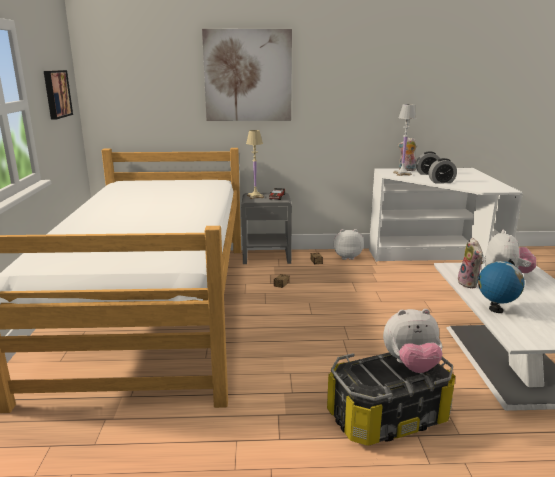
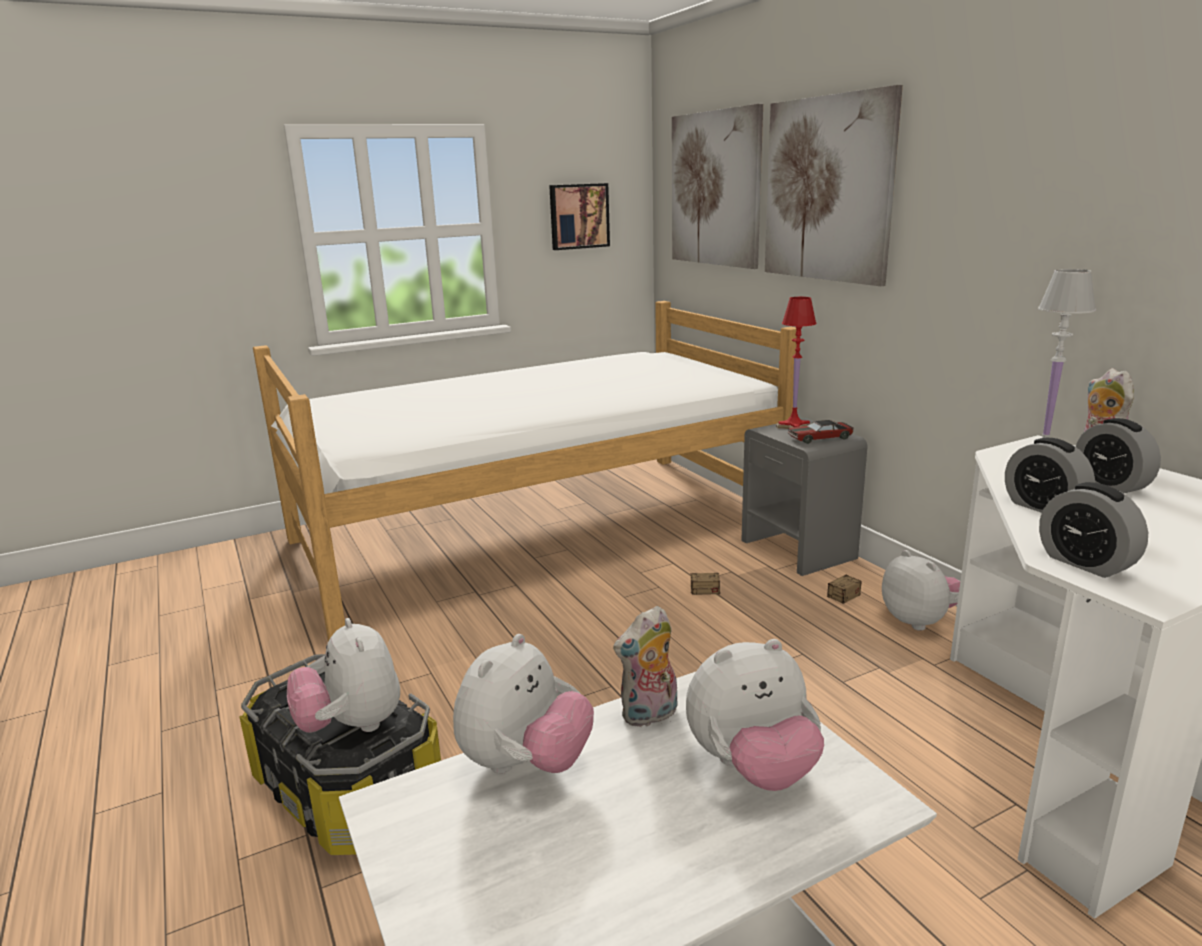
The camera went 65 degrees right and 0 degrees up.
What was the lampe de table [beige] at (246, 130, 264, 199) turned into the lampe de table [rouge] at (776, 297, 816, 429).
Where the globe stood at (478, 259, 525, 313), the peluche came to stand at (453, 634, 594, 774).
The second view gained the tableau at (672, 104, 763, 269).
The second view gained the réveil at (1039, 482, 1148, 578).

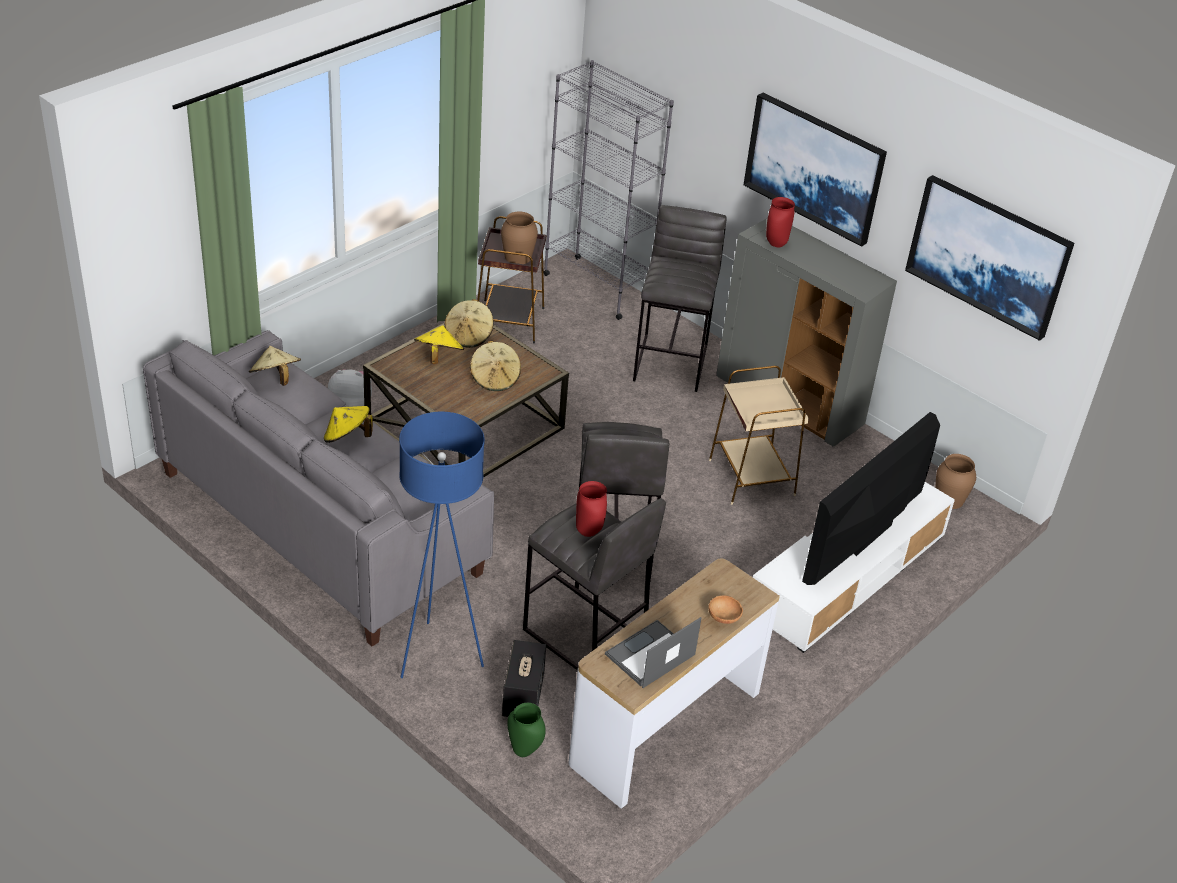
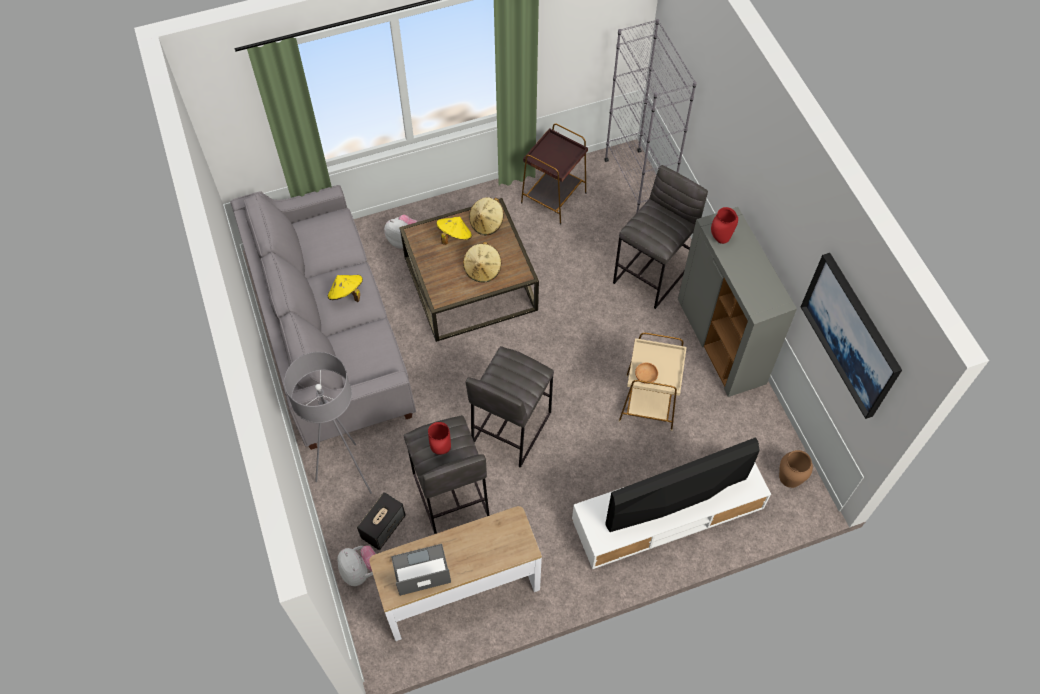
The camera went 30 degrees right and 20 degrees up.
The second view lost the tableau at (744, 93, 887, 247).
The second view lost the vase [marron] at (501, 212, 538, 264).
The second view lost the chapeau [beige] at (249, 346, 301, 386).
What was the lampadaire [bleu] at (399, 412, 485, 678) turned into the lampadaire [gris] at (284, 352, 372, 494).
The bol [marron] ended up elsewhere, having gone from (708, 595, 743, 624) to (635, 363, 658, 384).
Where the vase [vert] stood at (507, 703, 546, 757), the peluche came to stand at (337, 545, 376, 586).

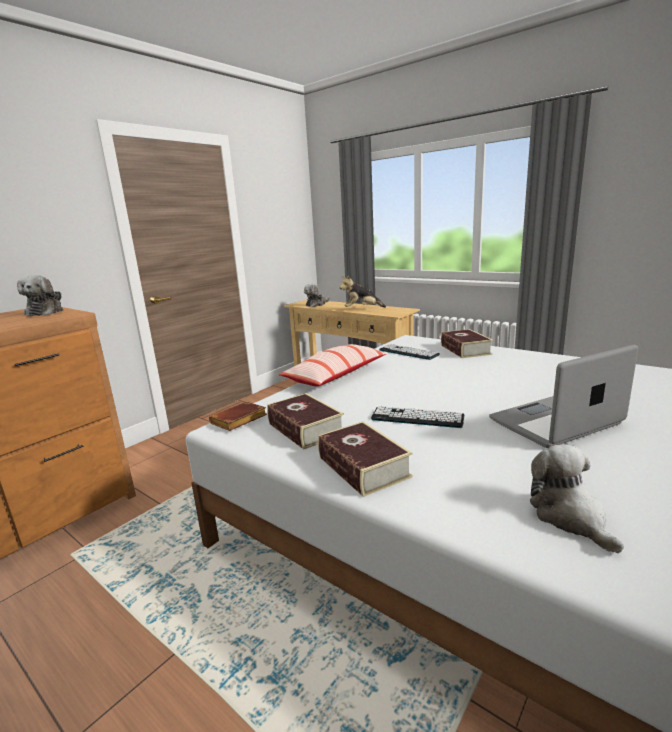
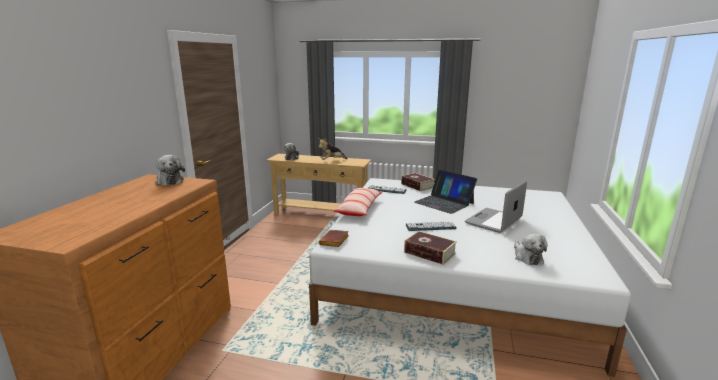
The camera went 25 degrees left and 0 degrees up.
The second view lost the livre at (267, 393, 344, 449).
The peluche at (530, 444, 624, 554) ended up facing another way, 150 degrees counterclockwise from before.
The second view gained the ordinateur portable at (414, 170, 477, 214).

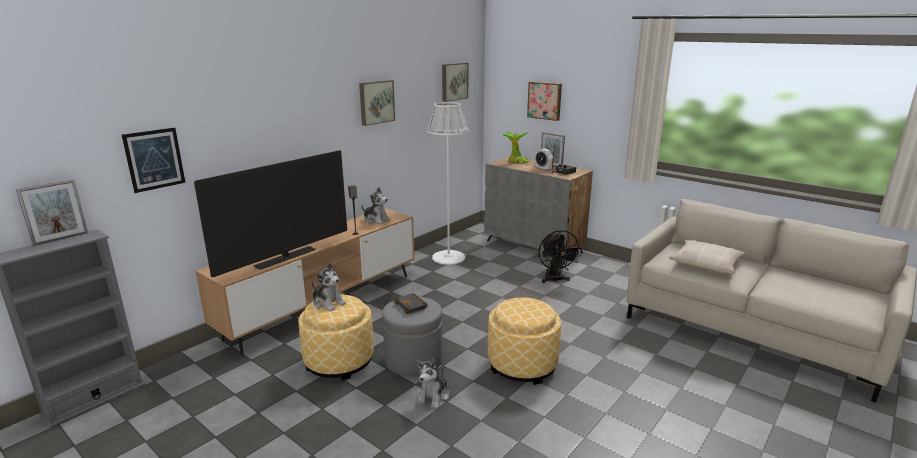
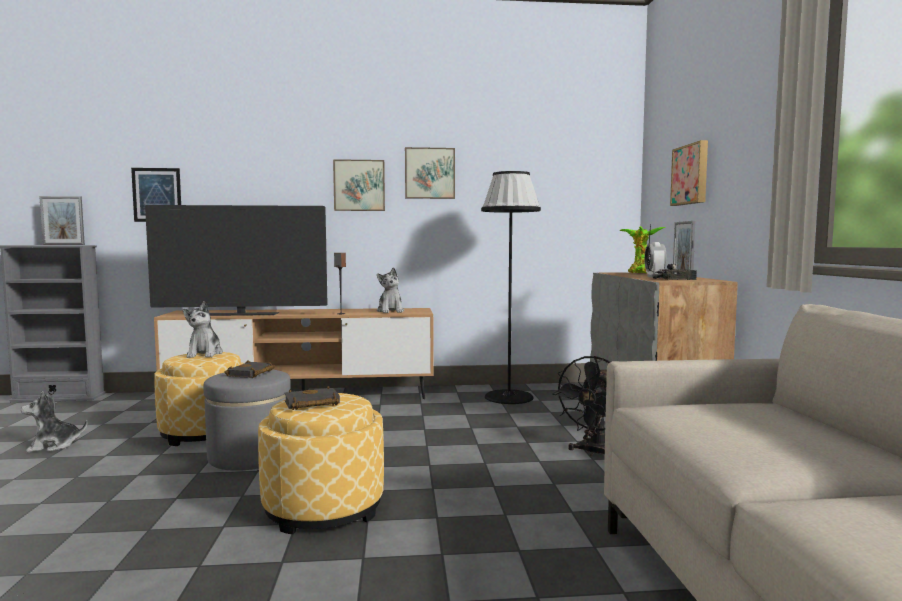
The camera went 45 degrees right and 15 degrees down.
The tableau ended up elsewhere, having gone from (442, 63, 469, 102) to (333, 159, 385, 211).
What was the lampadaire [blanc] at (426, 102, 469, 265) turned into the lampadaire [noir] at (481, 171, 541, 404).
The second view lost the coussin [beige] at (669, 239, 746, 274).
The peluche ended up elsewhere, having gone from (416, 359, 449, 409) to (21, 391, 88, 452).
The second view gained the livre [noir] at (284, 386, 340, 410).

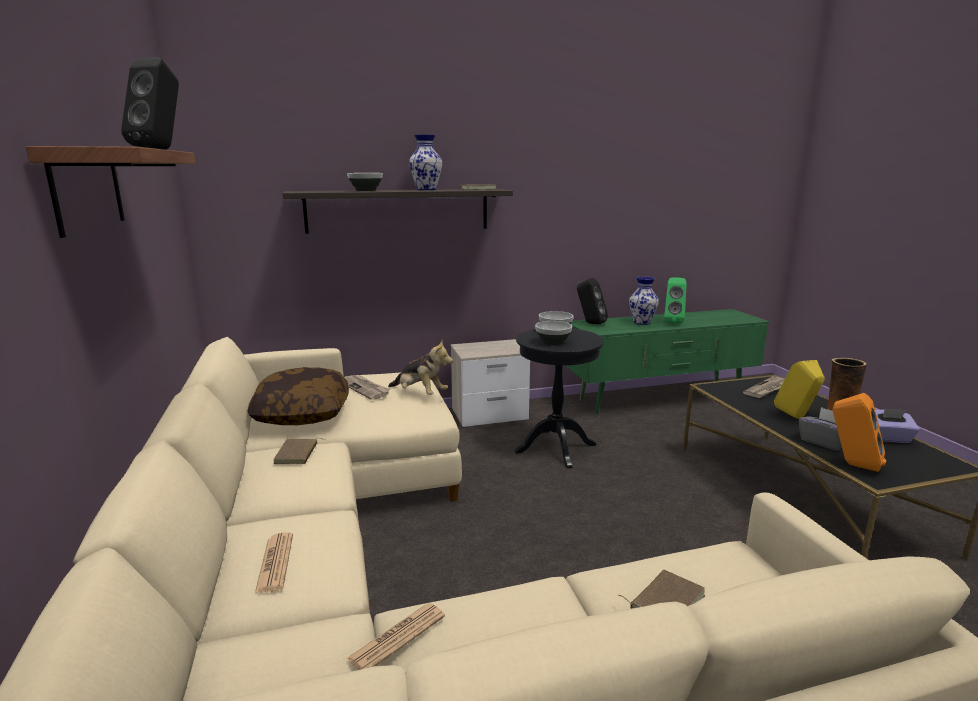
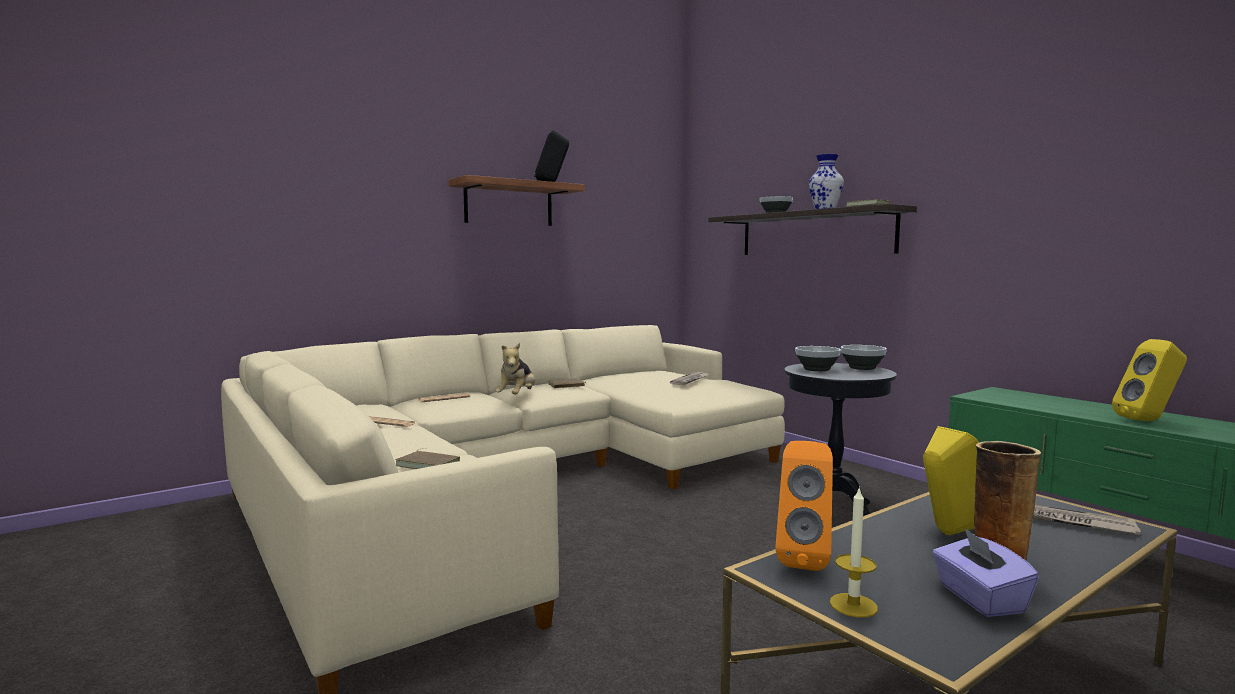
The camera went 70 degrees right and 10 degrees down.
The second view lost the vase at (629, 277, 659, 325).
What was the enceinte [vert] at (664, 277, 687, 324) turned into the enceinte [jaune] at (1112, 339, 1187, 421).
The second view lost the enceinte [noir] at (577, 278, 608, 324).
The second view lost the table de chevet at (450, 339, 530, 427).
The peluche ended up elsewhere, having gone from (388, 341, 453, 395) to (495, 343, 535, 394).
The second view lost the coussin at (248, 367, 349, 425).
The second view lost the boîte à mouchoirs [gris] at (799, 407, 842, 451).
The second view gained the bougie at (830, 486, 878, 618).

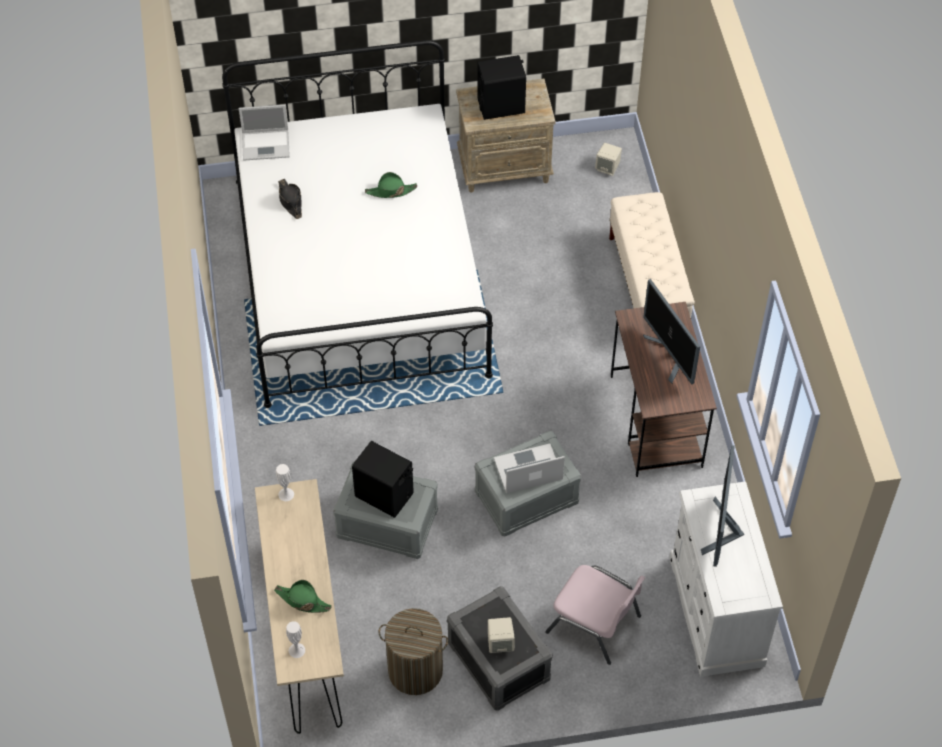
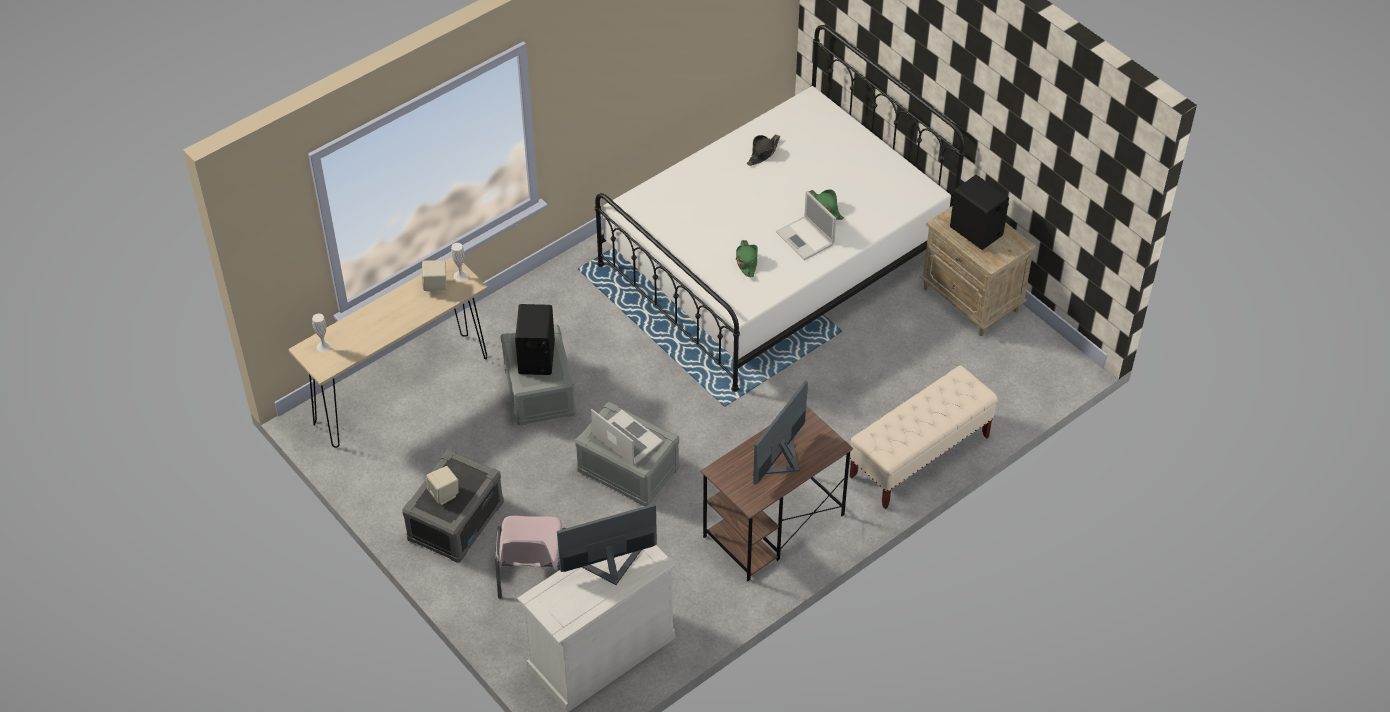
The camera went 60 degrees right and 5 degrees down.
The ordinateur portable ended up elsewhere, having gone from (239, 105, 290, 161) to (776, 191, 836, 260).
The enceinte [beige] ended up elsewhere, having gone from (595, 143, 622, 176) to (422, 261, 446, 294).
The chapeau [vert] ended up elsewhere, having gone from (274, 580, 332, 613) to (736, 240, 758, 277).
The second view lost the panier à linge at (378, 608, 448, 695).

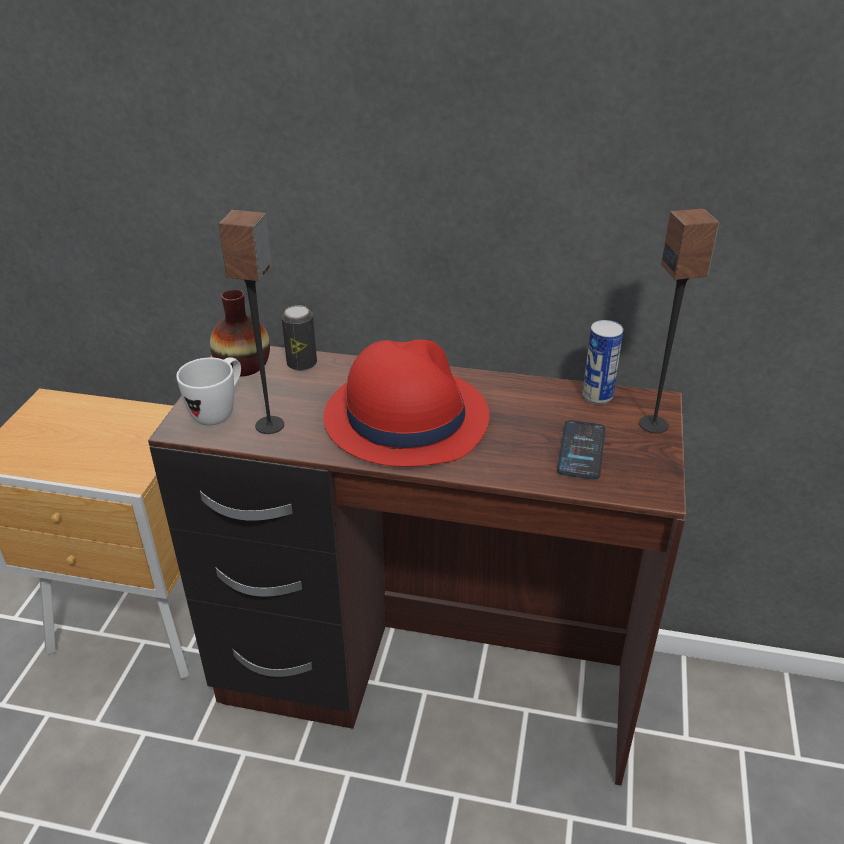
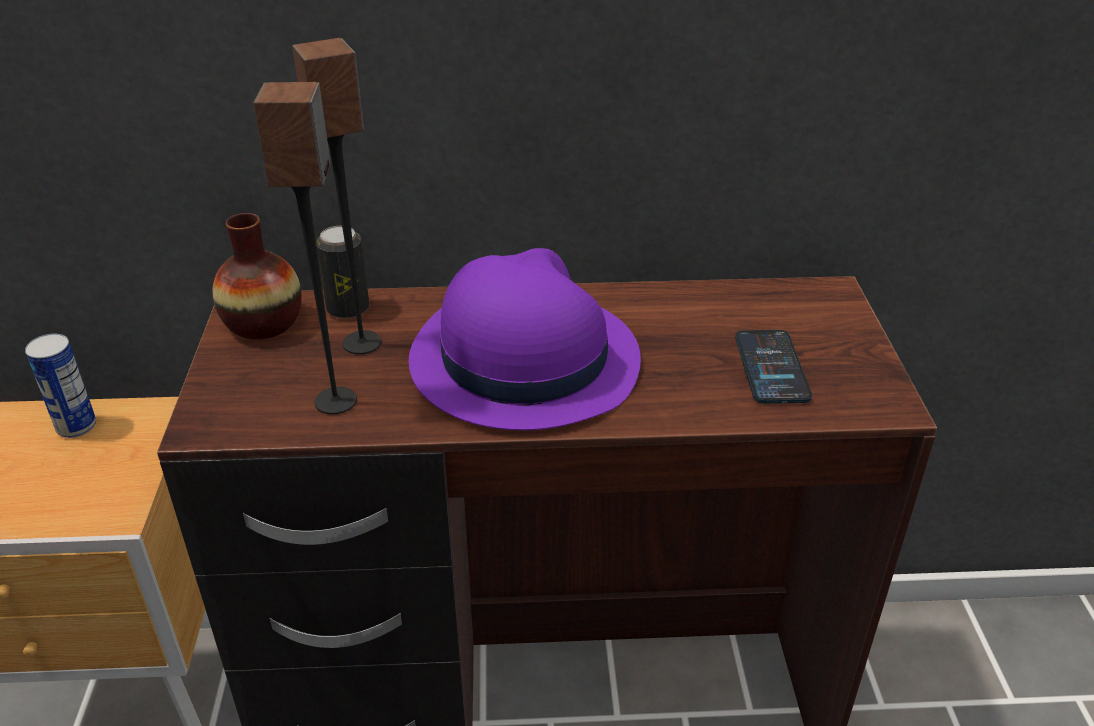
The camera went 15 degrees left and 0 degrees up.
The enceinte ended up elsewhere, having gone from (639, 209, 720, 433) to (292, 38, 382, 354).
The boîte métallique ended up elsewhere, having gone from (582, 320, 623, 405) to (25, 334, 96, 438).
What was the chapeau [rouge] at (324, 340, 489, 467) turned into the chapeau [violet] at (409, 248, 641, 431).
The second view lost the mug [blanc] at (176, 357, 241, 425).

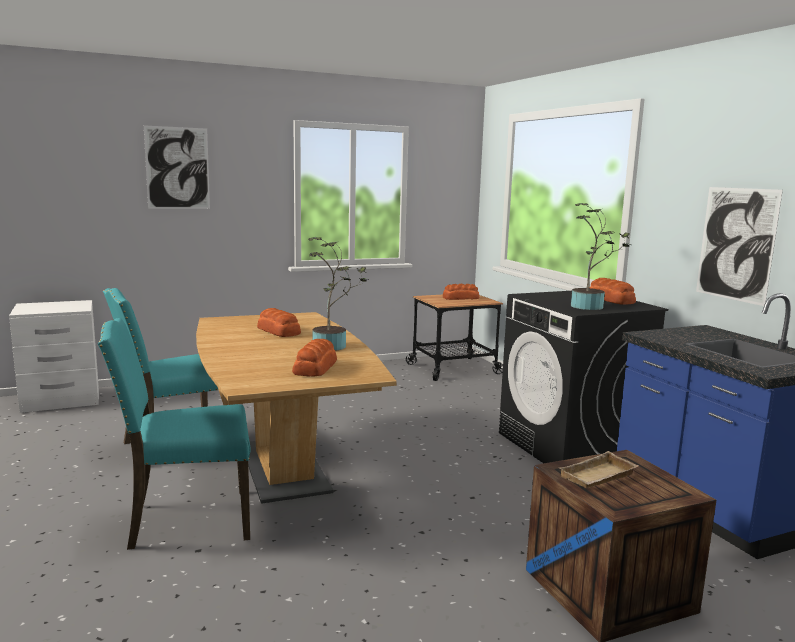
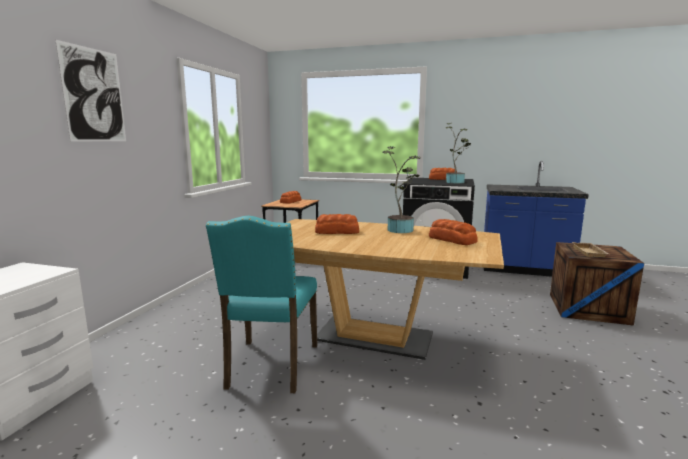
The camera went 50 degrees left and 0 degrees up.
The second view lost the tableau at (696, 187, 783, 306).
The second view lost the chaise [turquoise] at (98, 318, 250, 550).

